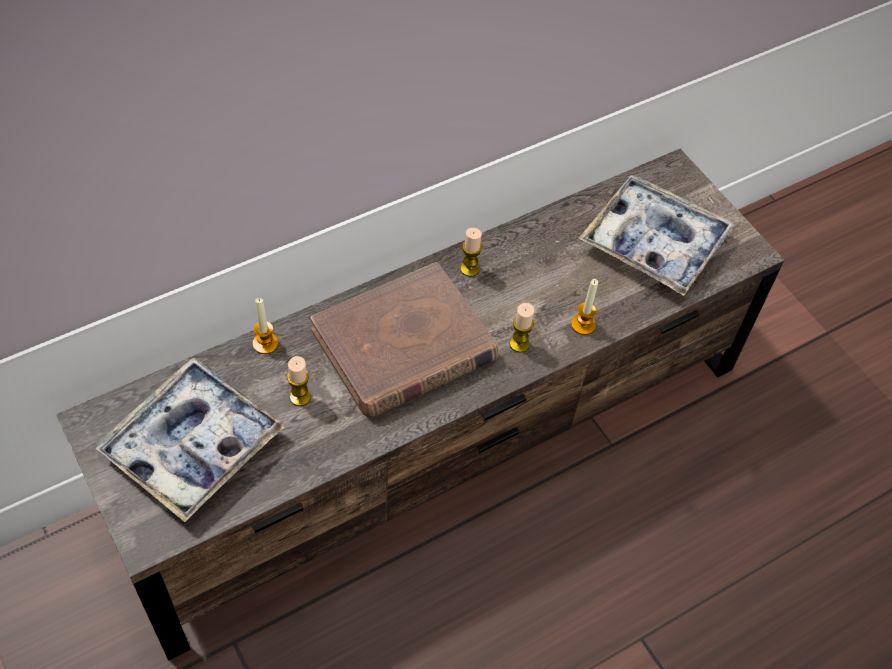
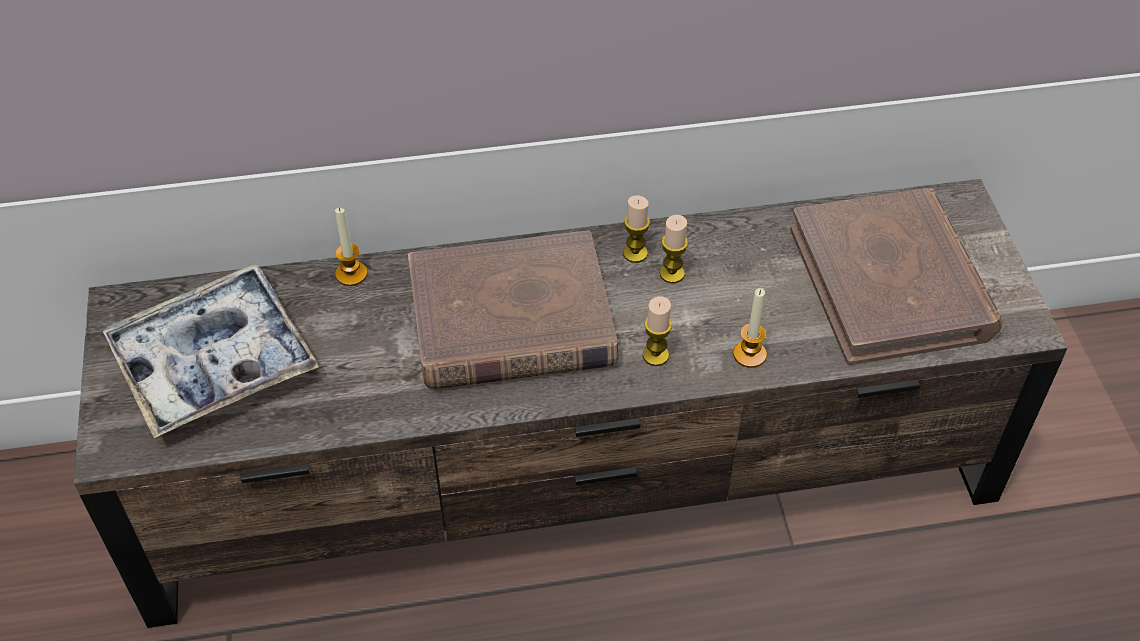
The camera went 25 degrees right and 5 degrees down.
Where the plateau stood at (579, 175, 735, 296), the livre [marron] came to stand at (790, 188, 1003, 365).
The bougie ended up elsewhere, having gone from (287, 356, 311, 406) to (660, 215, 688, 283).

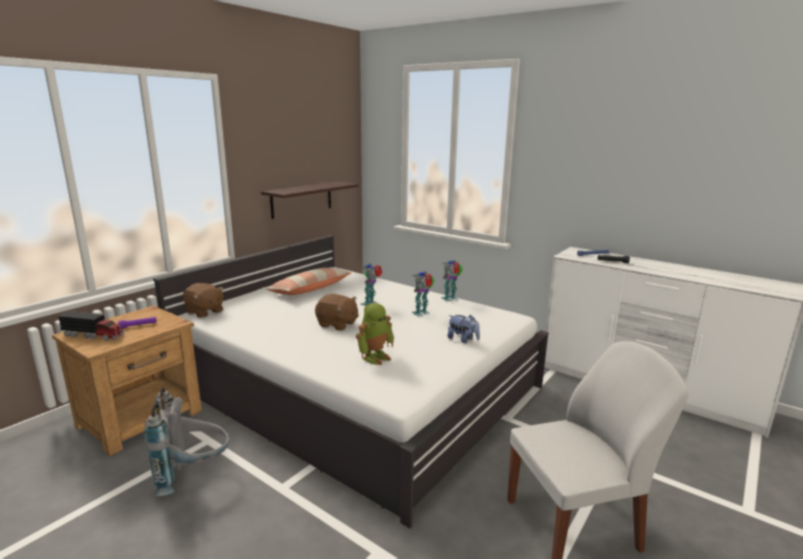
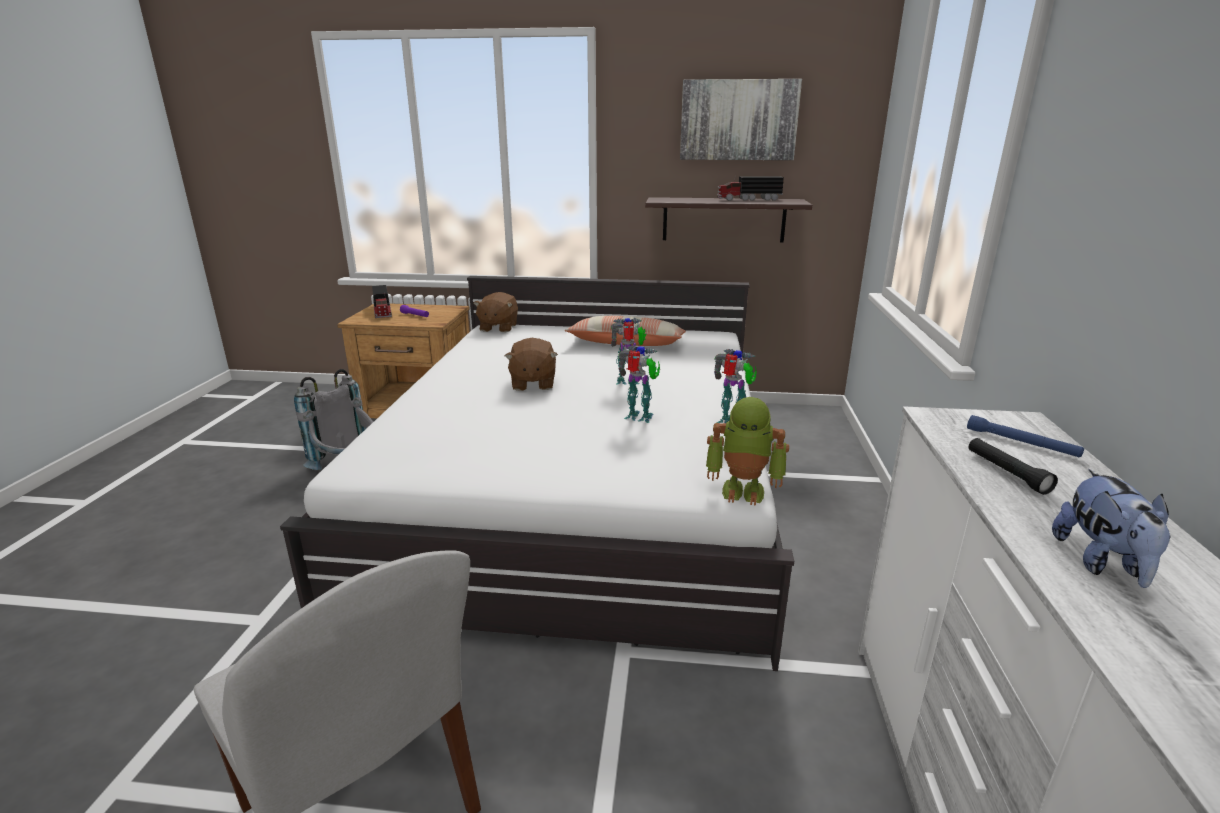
The camera went 60 degrees right and 5 degrees up.
The robot jouet ended up elsewhere, having gone from (356, 303, 394, 365) to (706, 397, 789, 506).
The peluche ended up elsewhere, having gone from (447, 314, 480, 343) to (1052, 469, 1171, 588).
The second view gained the tableau at (680, 79, 802, 160).
The second view gained the camion jouet at (717, 175, 784, 201).

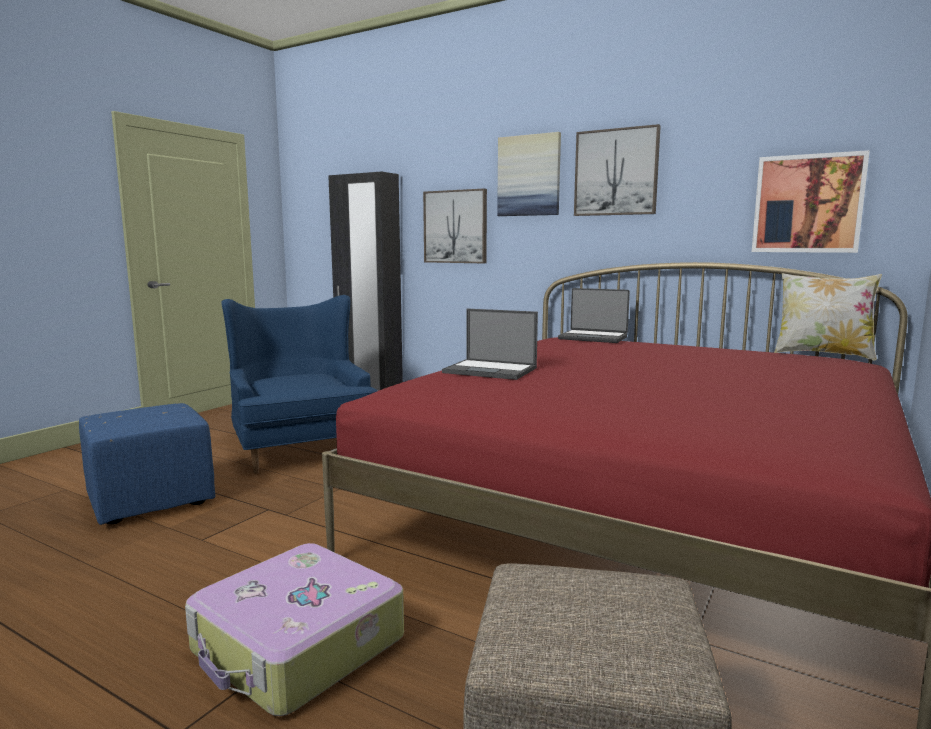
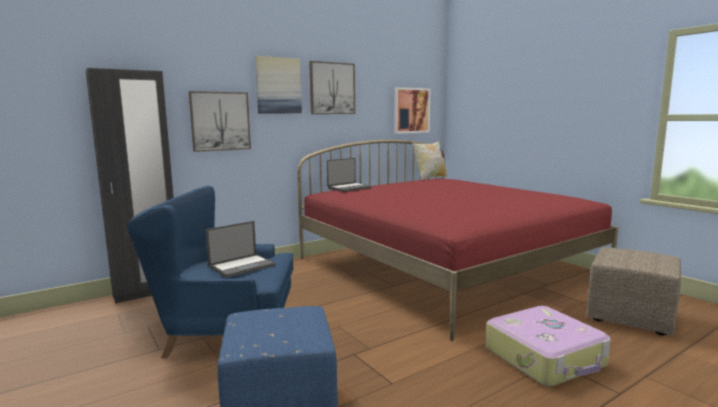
The camera went 65 degrees left and 0 degrees up.
The ordinateur portable ended up elsewhere, having gone from (442, 309, 538, 380) to (206, 221, 276, 278).

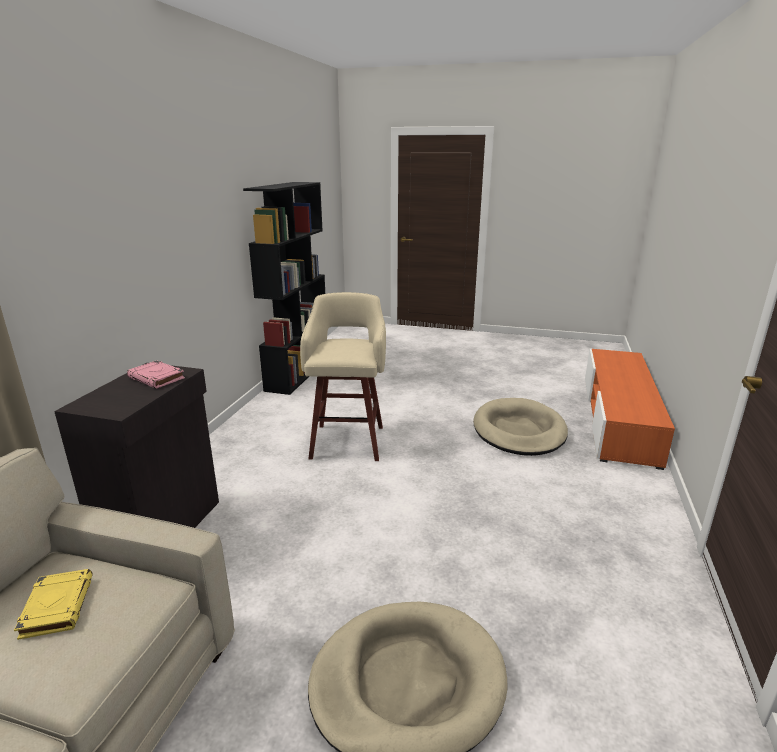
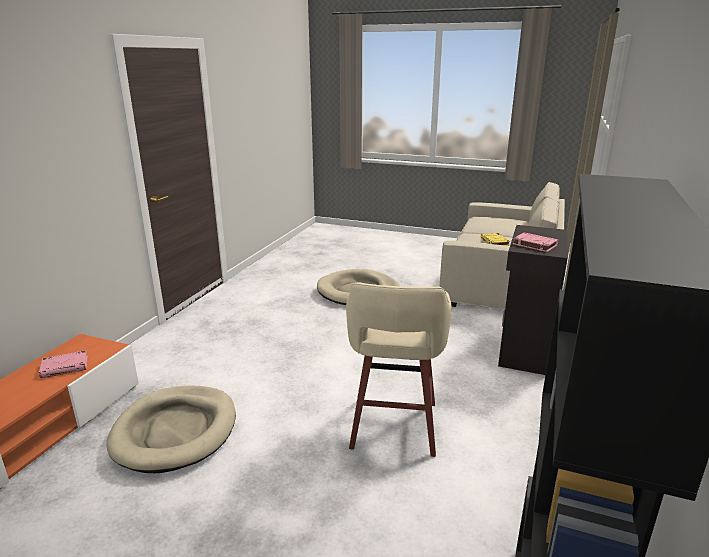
The camera went 175 degrees left and 0 degrees up.
The second view gained the livre [rose] at (39, 351, 88, 378).

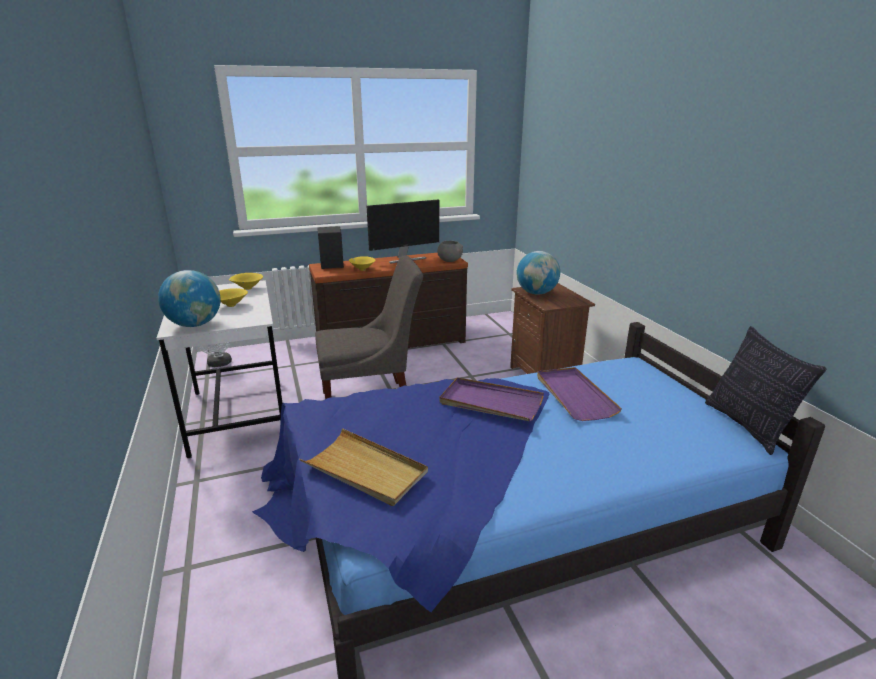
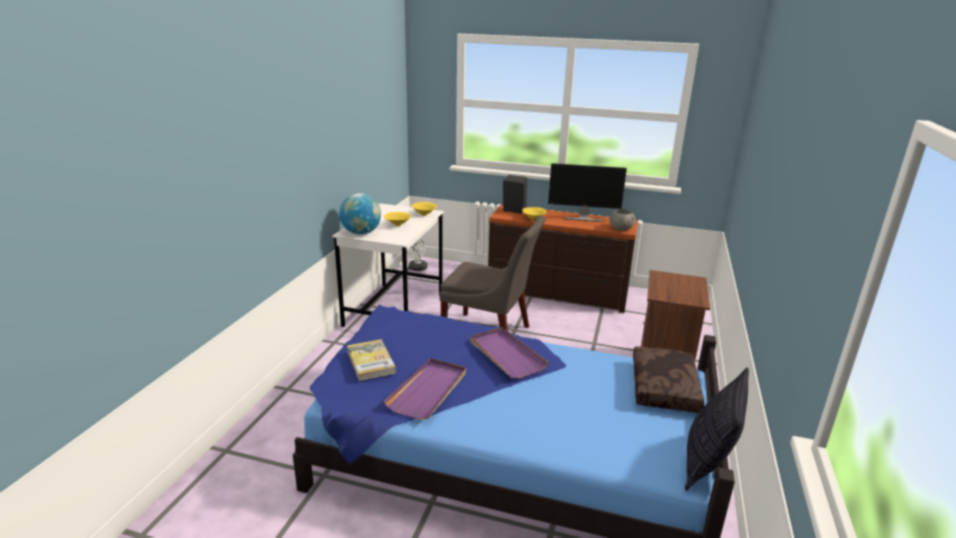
The camera went 35 degrees right and 0 degrees up.
The second view lost the globe at (517, 251, 560, 295).
The plateau [violet] ended up elsewhere, having gone from (537, 367, 622, 421) to (383, 358, 466, 420).
Where the plateau [beige] stood at (299, 428, 428, 506), the livre came to stand at (347, 339, 396, 381).
The second view gained the coussin [marron] at (633, 346, 705, 413).

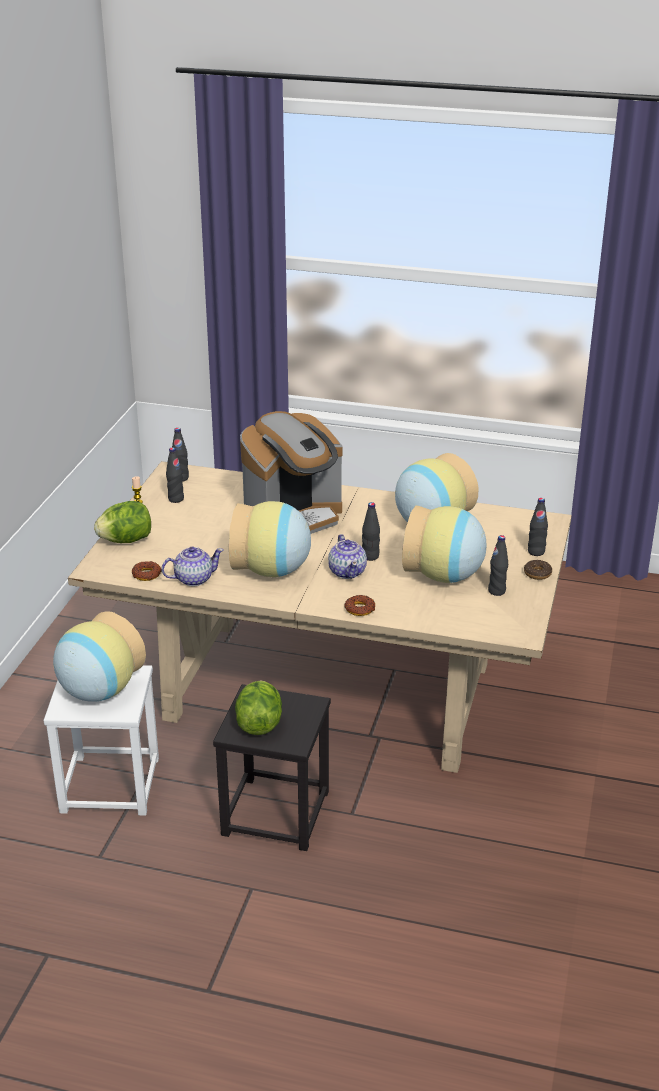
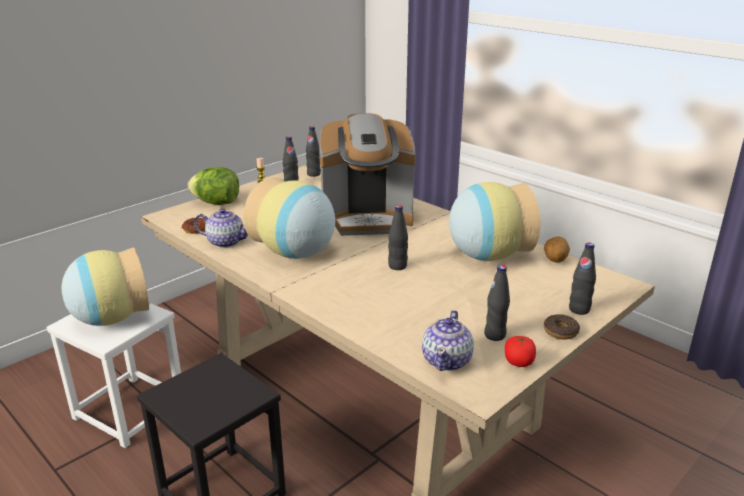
The camera went 30 degrees right and 5 degrees down.
The second view lost the vase at (402, 505, 486, 583).
The théière ended up elsewhere, having gone from (328, 534, 367, 579) to (422, 310, 474, 371).
The second view lost the beignet at (345, 595, 375, 616).
The second view lost the laitue at (235, 681, 282, 735).
The second view gained the pomme de terre at (544, 236, 570, 263).
The second view gained the tomate at (505, 336, 536, 367).

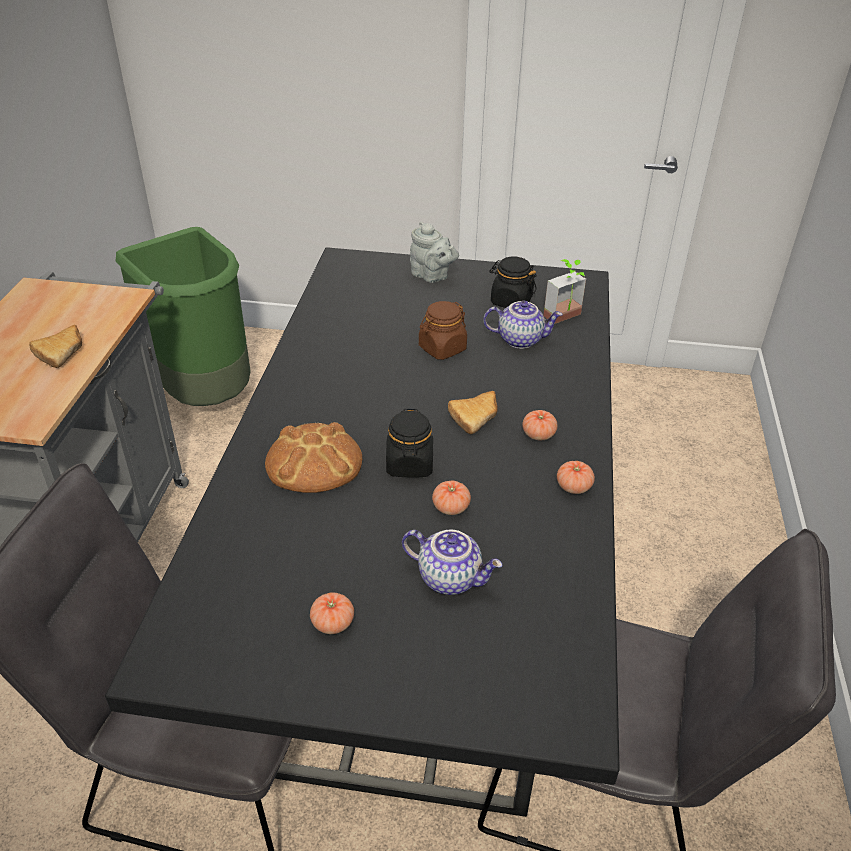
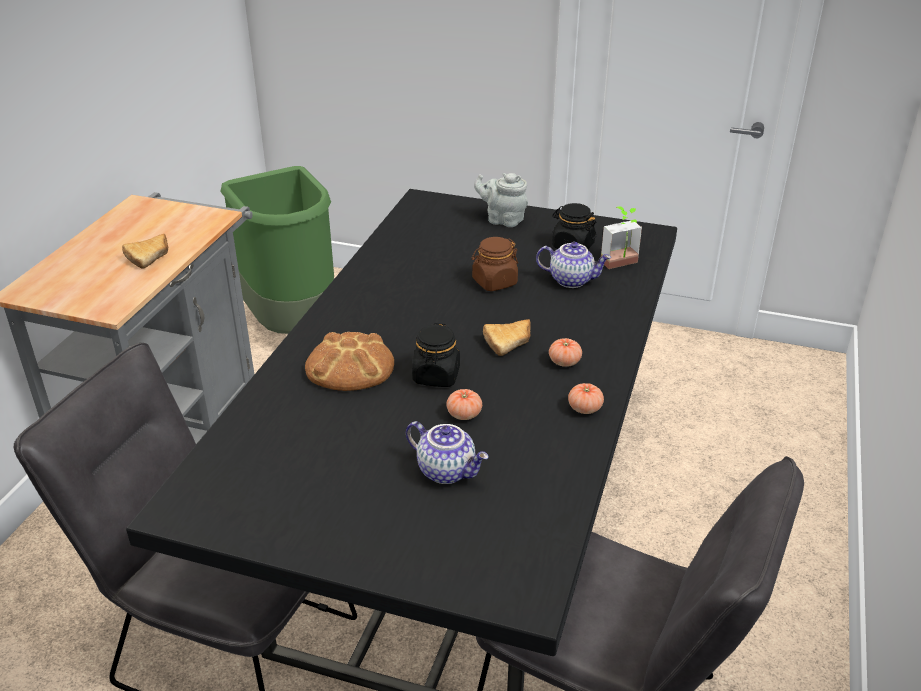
The camera went 10 degrees right and 5 degrees down.
The théière [gris] at (410, 221, 459, 283) ended up facing another way, 150 degrees clockwise from before.
The second view lost the tomate at (310, 593, 354, 634).

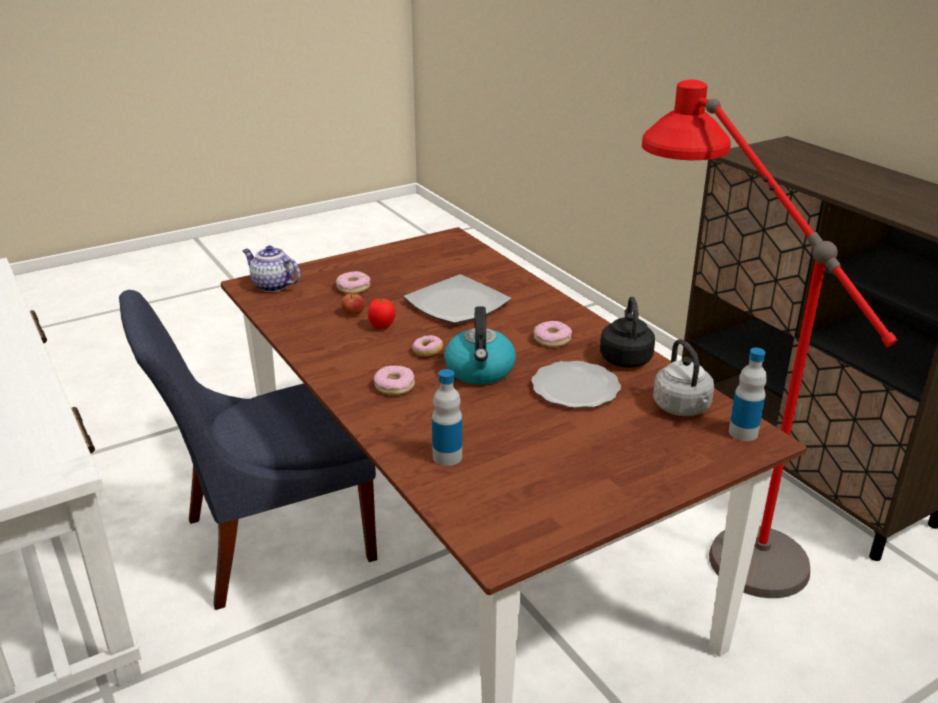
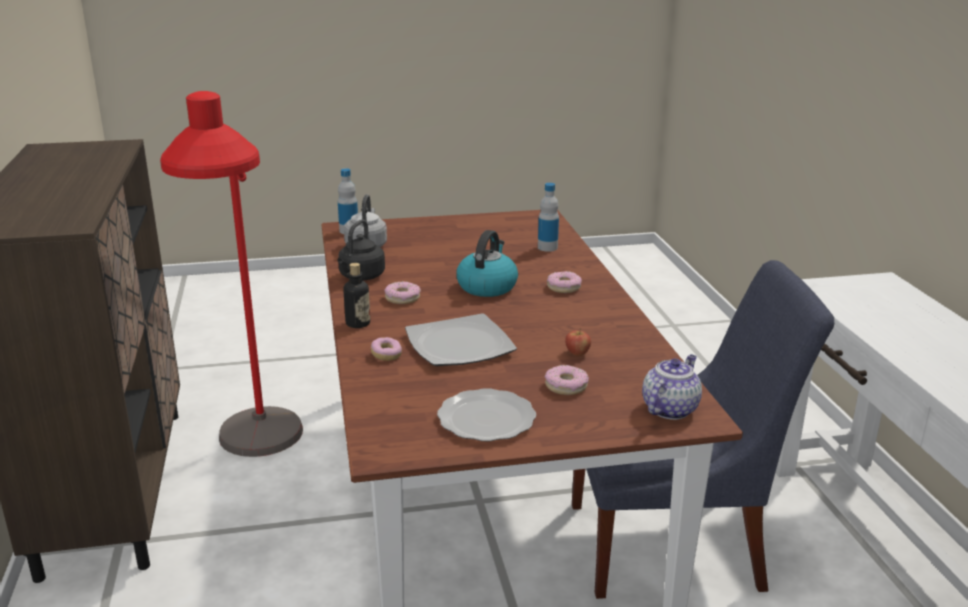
The camera went 160 degrees left and 5 degrees down.
The théière at (242, 246, 300, 292) ended up facing another way, 105 degrees counterclockwise from before.
The second view lost the tomate at (368, 298, 395, 329).
The beignet ended up elsewhere, having gone from (413, 335, 443, 356) to (371, 337, 402, 361).
The assiette ended up elsewhere, having gone from (531, 361, 621, 408) to (437, 388, 536, 441).
The second view gained the bouteille at (343, 263, 370, 328).

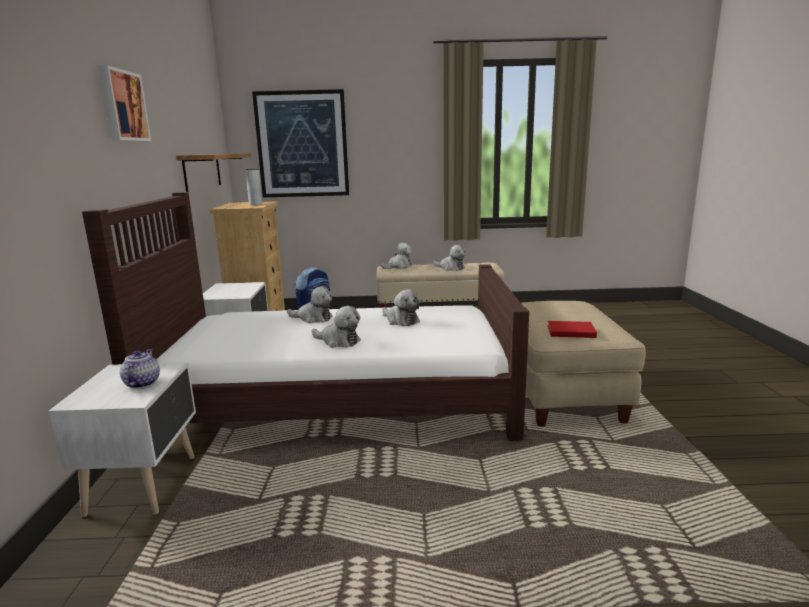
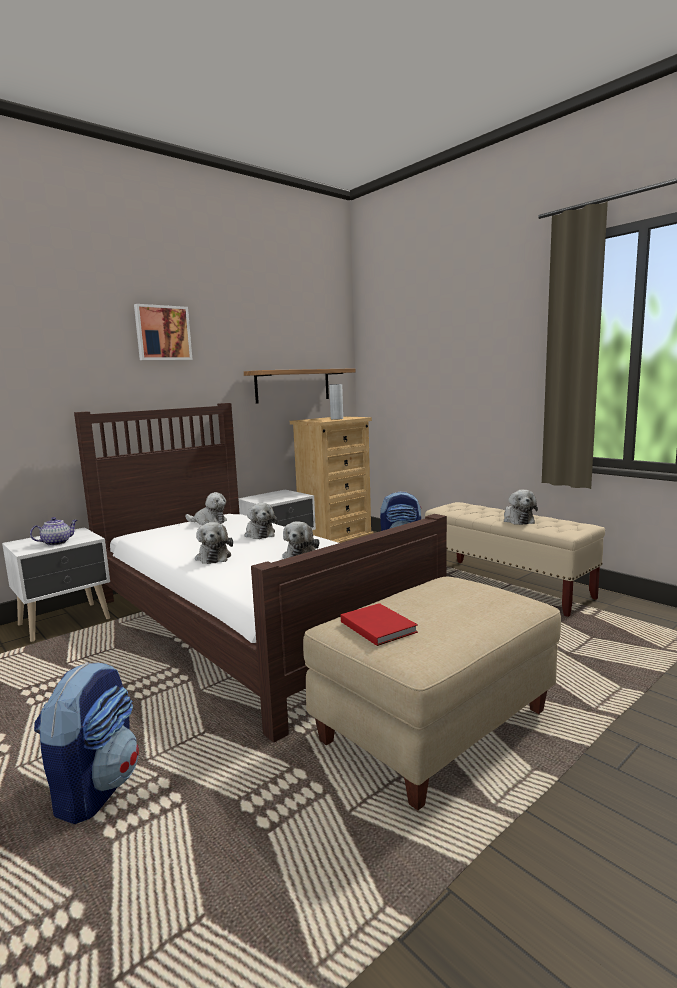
The camera went 50 degrees right and 5 degrees down.
The second view lost the tableau at (252, 89, 349, 197).
The peluche ended up elsewhere, having gone from (381, 243, 412, 269) to (185, 492, 227, 525).
The second view gained the sac à dos at (34, 662, 139, 824).

